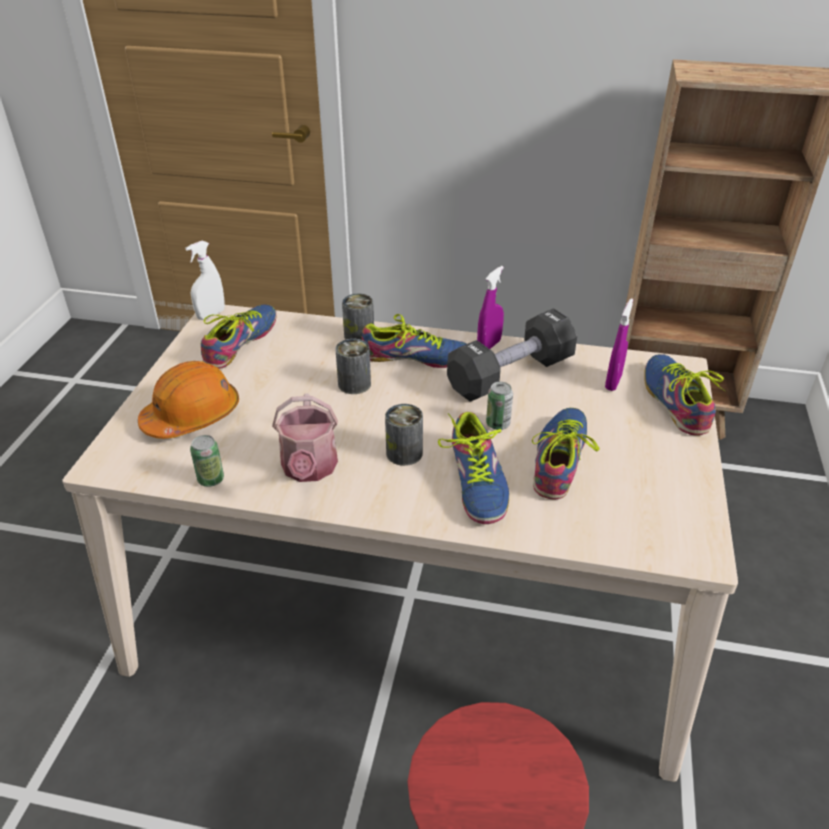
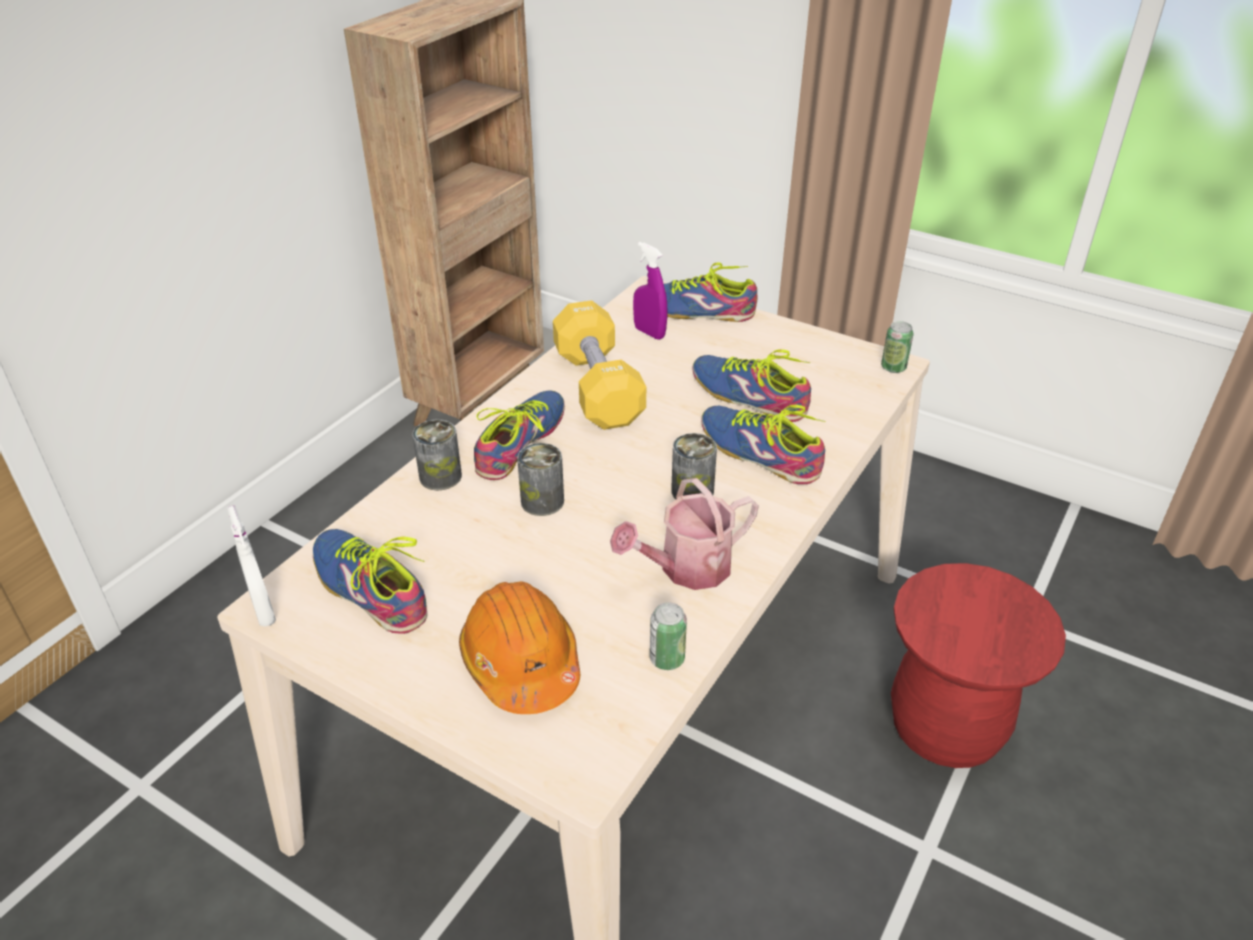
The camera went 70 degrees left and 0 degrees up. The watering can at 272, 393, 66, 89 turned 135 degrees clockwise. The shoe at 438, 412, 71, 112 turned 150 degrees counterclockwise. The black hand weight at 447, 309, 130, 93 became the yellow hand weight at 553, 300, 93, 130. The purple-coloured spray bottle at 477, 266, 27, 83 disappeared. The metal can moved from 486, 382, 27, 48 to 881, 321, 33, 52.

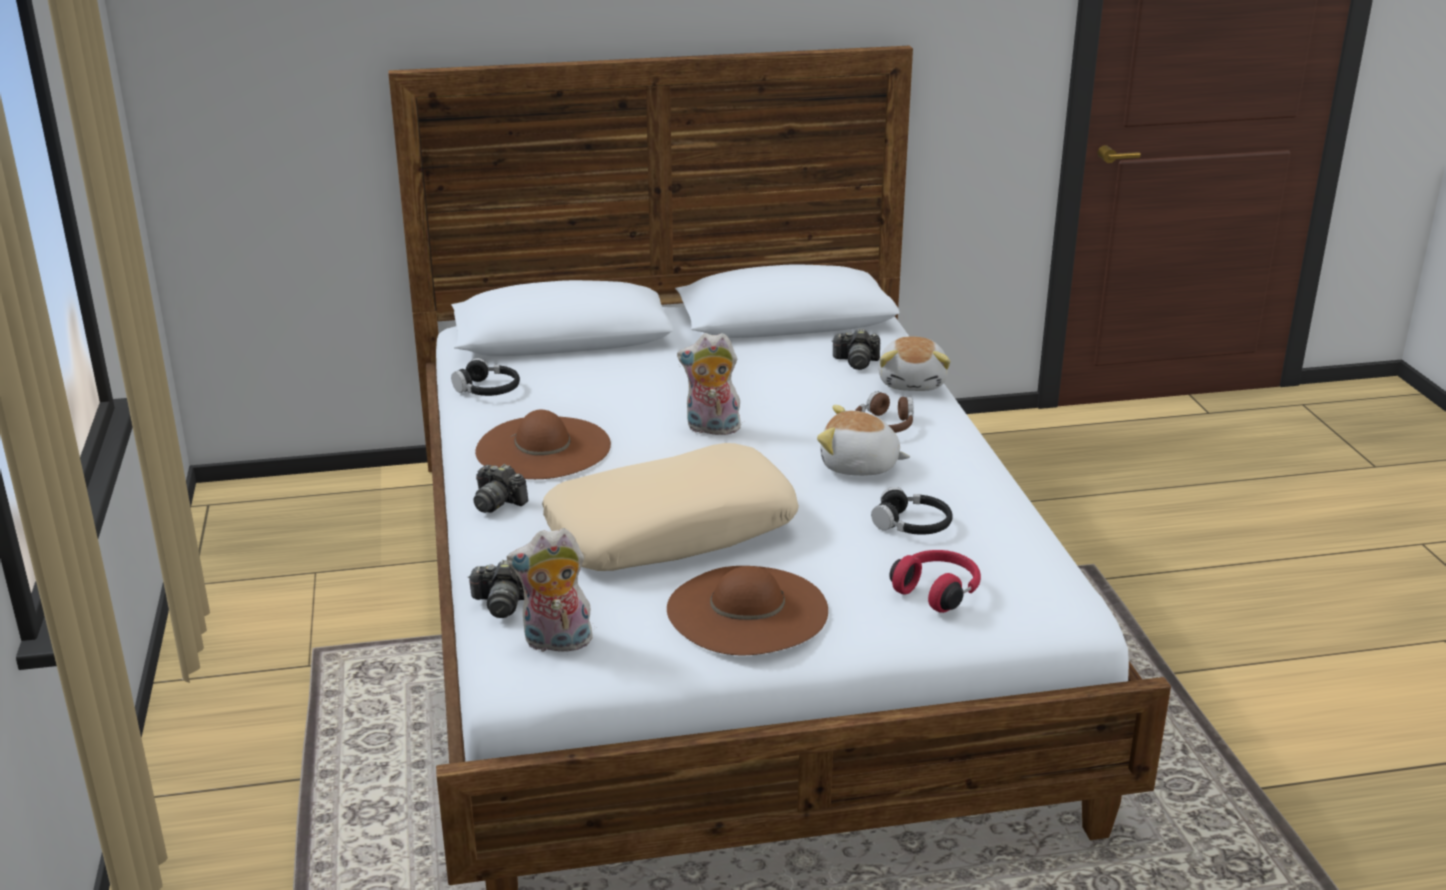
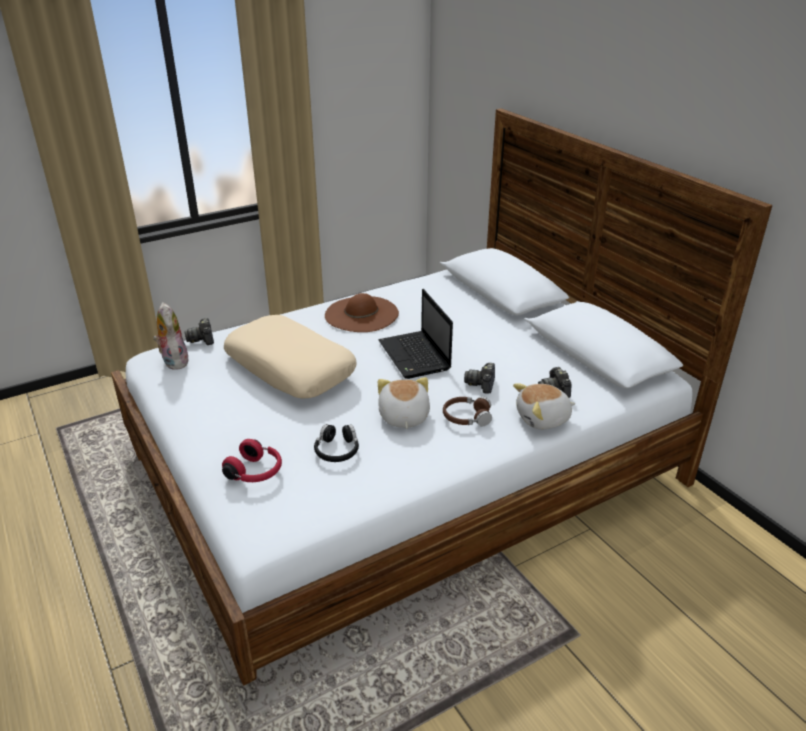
The camera went 70 degrees right and 5 degrees up. The black headphones at 451, 358, 69, 38 disappeared. The photo camera moved from 474, 464, 54, 49 to 464, 363, 31, 31. The brown-coloured hat at 667, 566, 161, 89 disappeared. The cuddly toy at 677, 333, 64, 102 was replaced by the notebook computer at 378, 289, 75, 90.

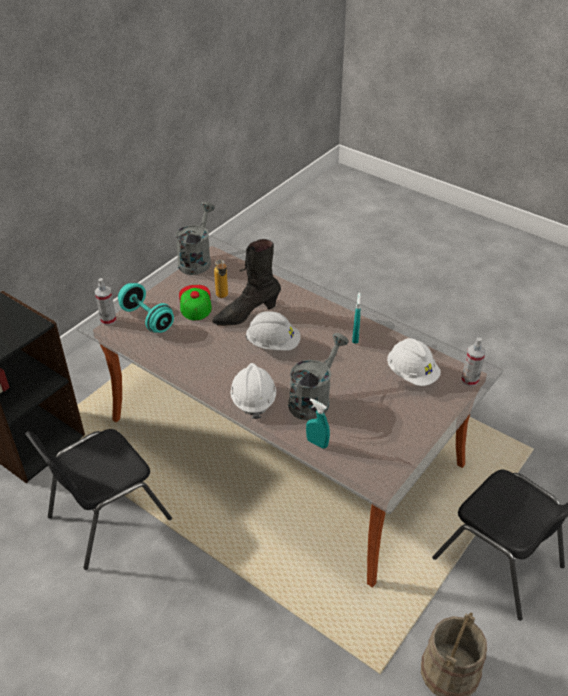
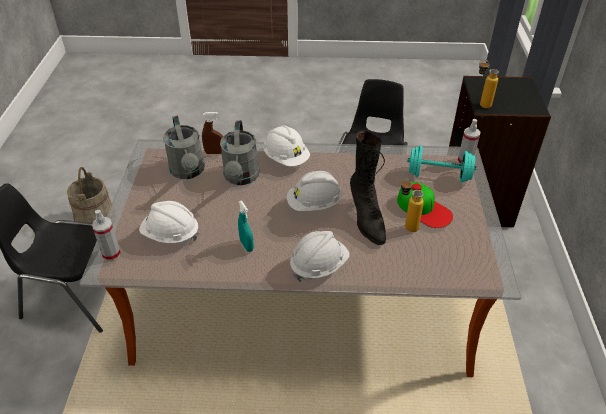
The camera went 145 degrees right and 0 degrees up. The greyish watering can moved from 176, 202, 39, 73 to 163, 116, 42, 63. The black boot at 212, 239, 69, 87 turned 135 degrees clockwise. The turquoise-coloured spray bottle at 306, 399, 24, 50 became the brown-coloured spray bottle at 202, 112, 21, 42. The white work helmet at 290, 231, 60, 51 appeared. The bottle at 479, 59, 20, 49 appeared.

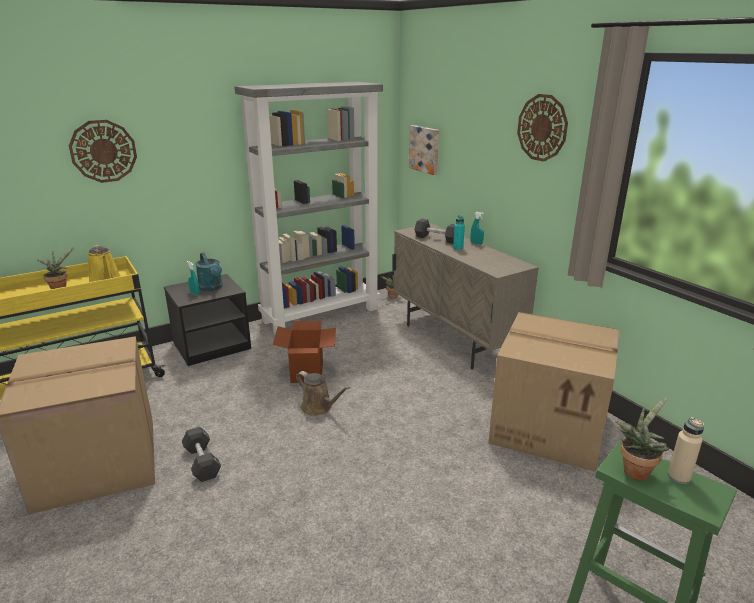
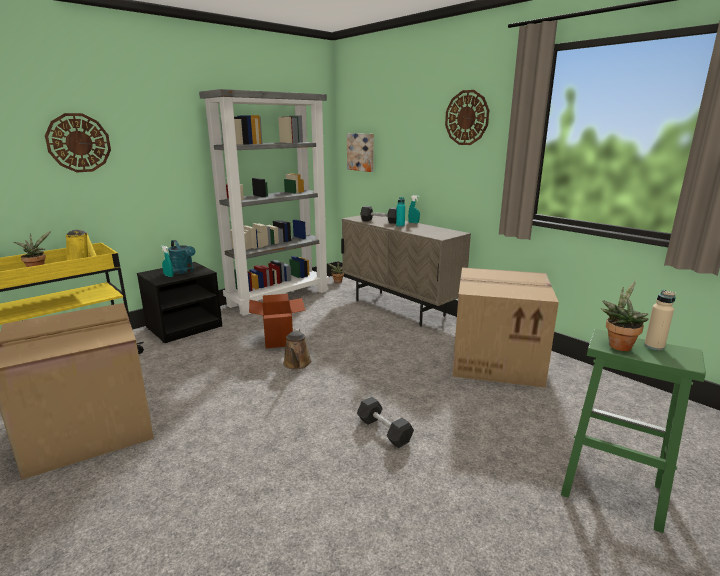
The camera went 10 degrees left and 5 degrees down. The black hand weight moved from 182, 427, 39, 55 to 357, 397, 57, 51. The brown-coloured watering can at 296, 371, 54, 45 turned 60 degrees clockwise.

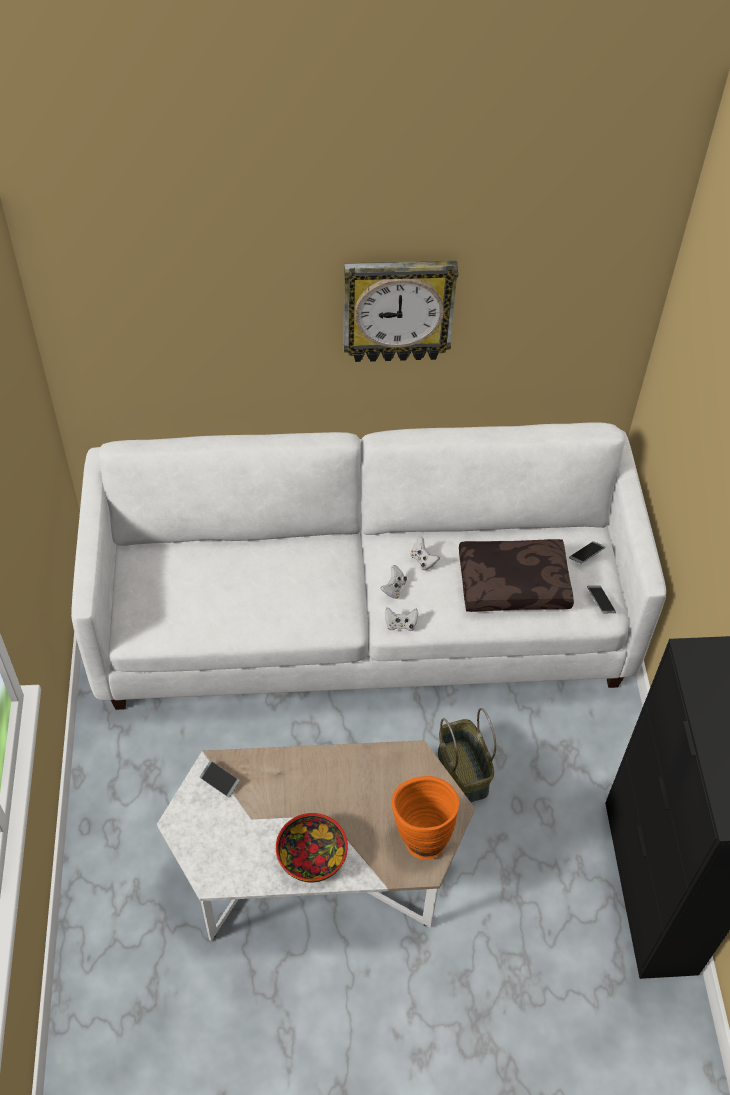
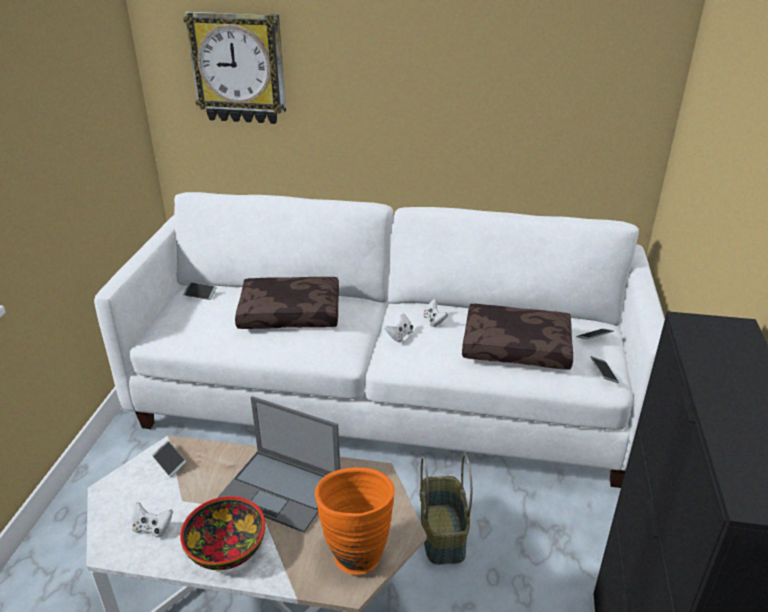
The camera went 15 degrees right and 20 degrees down. The hanging clock moved from 344, 260, 114, 102 to 183, 11, 103, 113. The white gamepad moved from 385, 608, 33, 23 to 131, 502, 42, 36. The telephone at 183, 282, 34, 18 appeared. The notebook computer at 218, 396, 122, 137 appeared. The brown-coloured pillow at 235, 277, 104, 52 appeared.

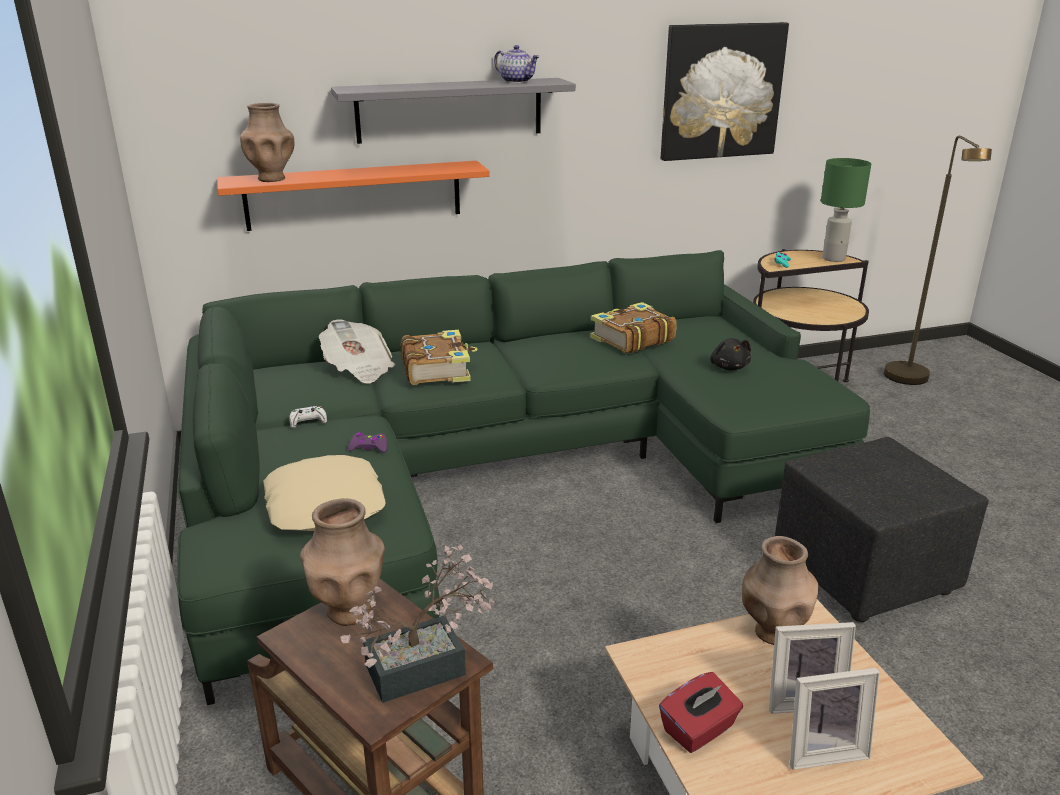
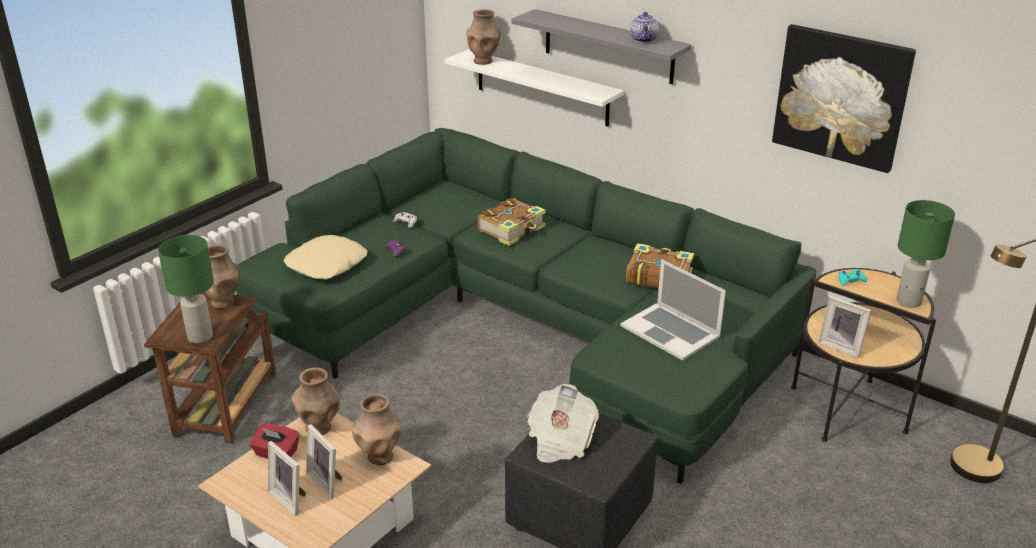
The camera went 55 degrees right and 5 degrees up. The orangey wall shelf at 217, 161, 273, 70 became the white wall shelf at 445, 50, 179, 76. The daily paper moved from 319, 319, 76, 65 to 527, 384, 72, 79. The plant in a pot at 340, 545, 154, 158 was replaced by the greenish lamp for a table at 158, 235, 56, 108. The black cuddly toy at 710, 338, 41, 32 was replaced by the notebook computer at 620, 259, 106, 102. The brown-coloured vase at 292, 367, 48, 68 appeared. The picture frame at 818, 296, 54, 62 appeared.

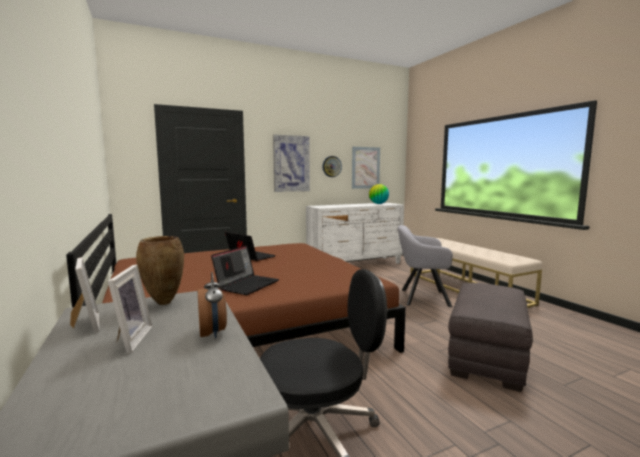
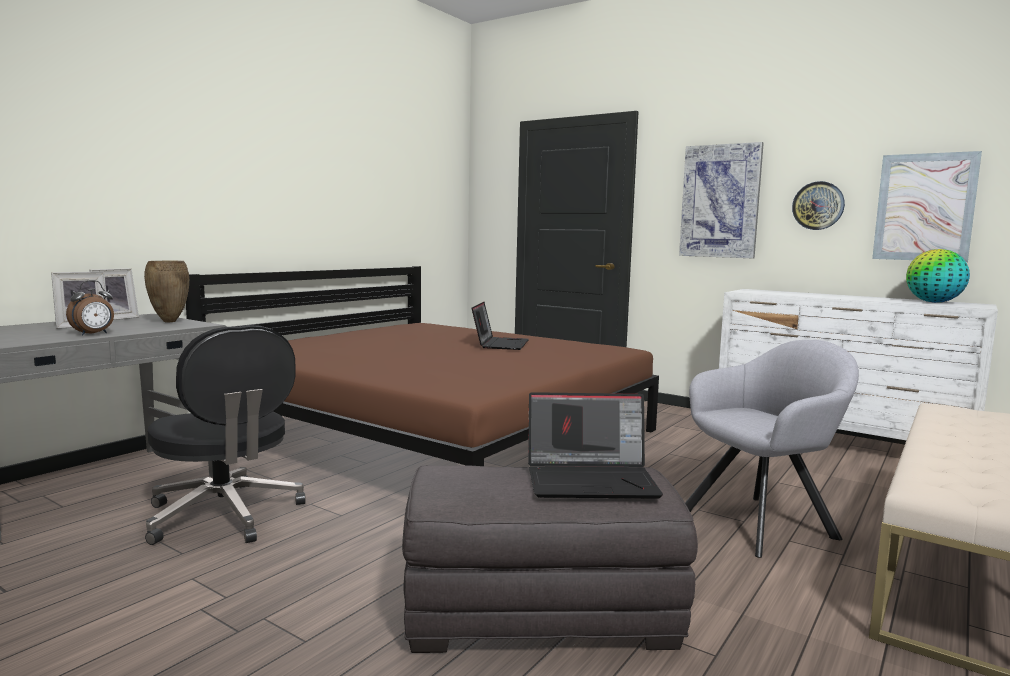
The camera went 60 degrees right and 0 degrees up. The notebook computer moved from 211, 245, 68, 50 to 528, 392, 135, 106. The greyish armchair at 398, 225, 55, 82 turned 90 degrees clockwise.

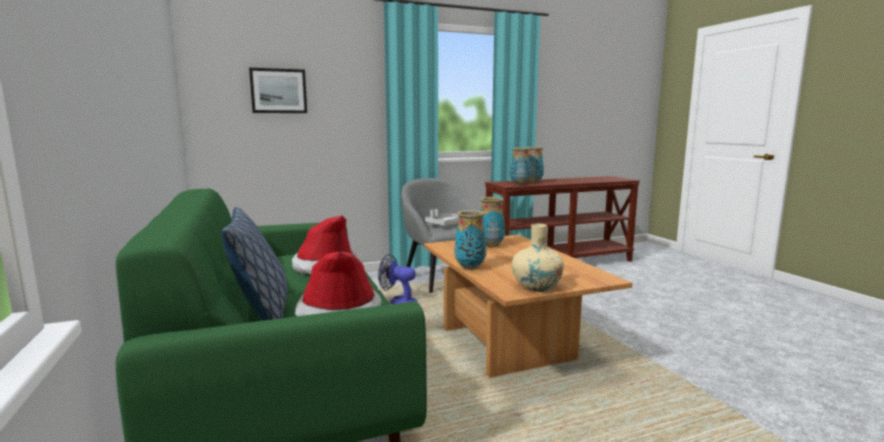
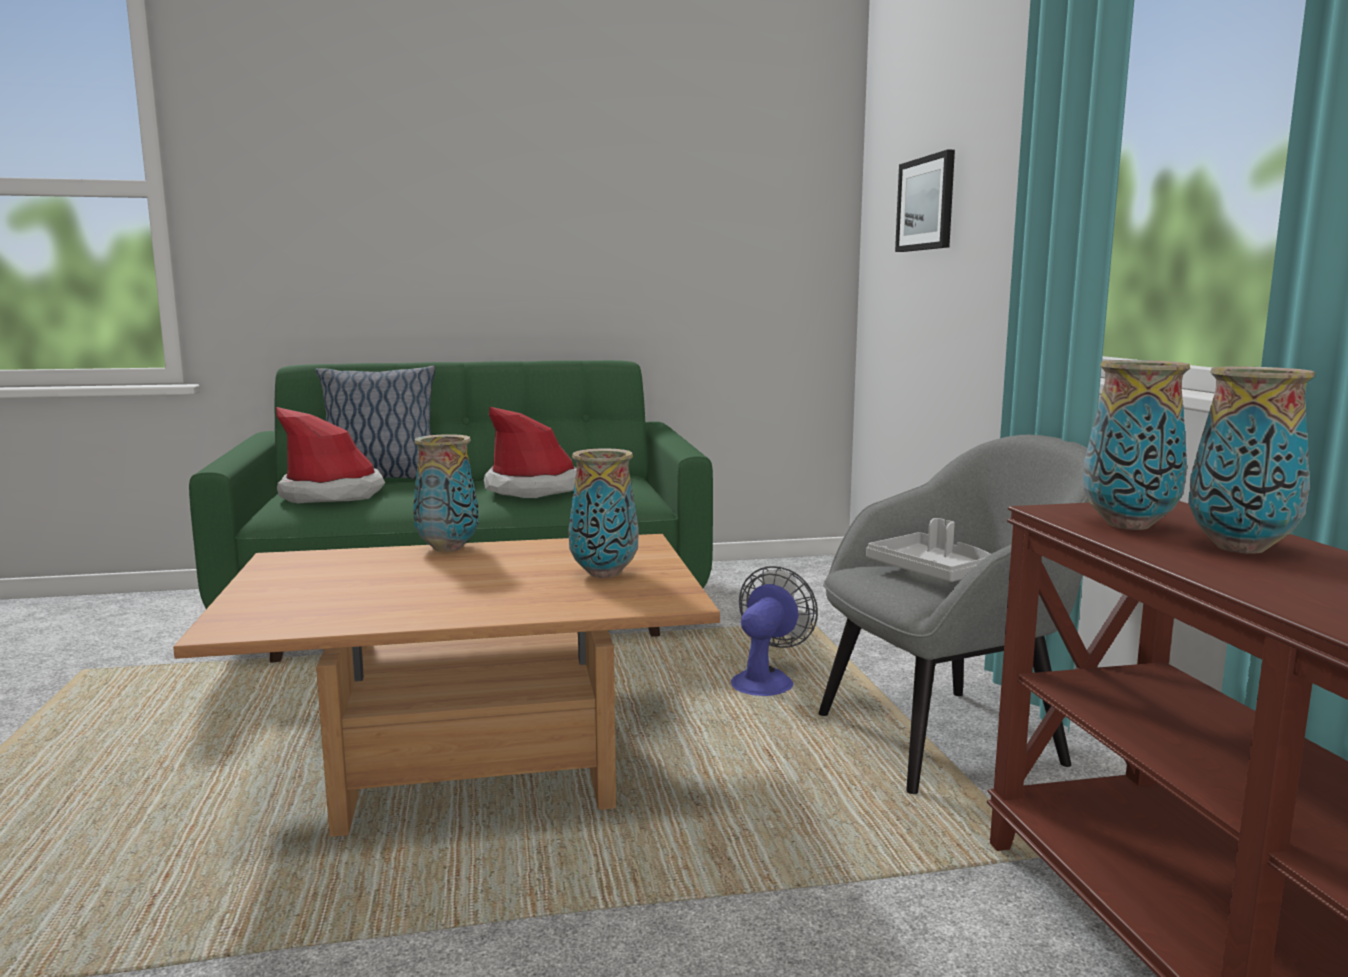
The camera went 100 degrees right and 0 degrees up. The sand-coloured vase at 512, 224, 52, 68 disappeared.

